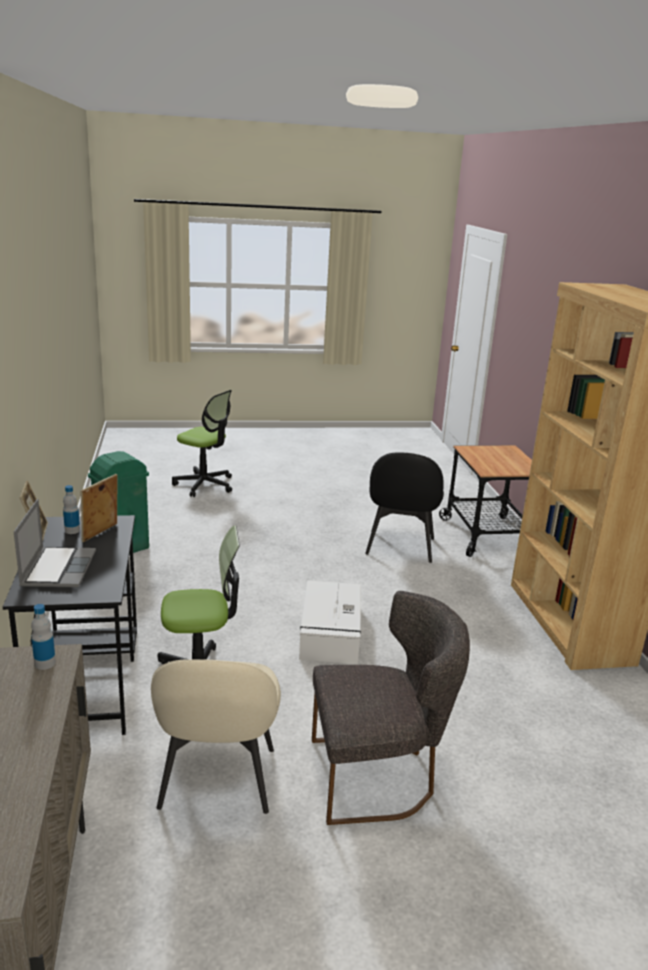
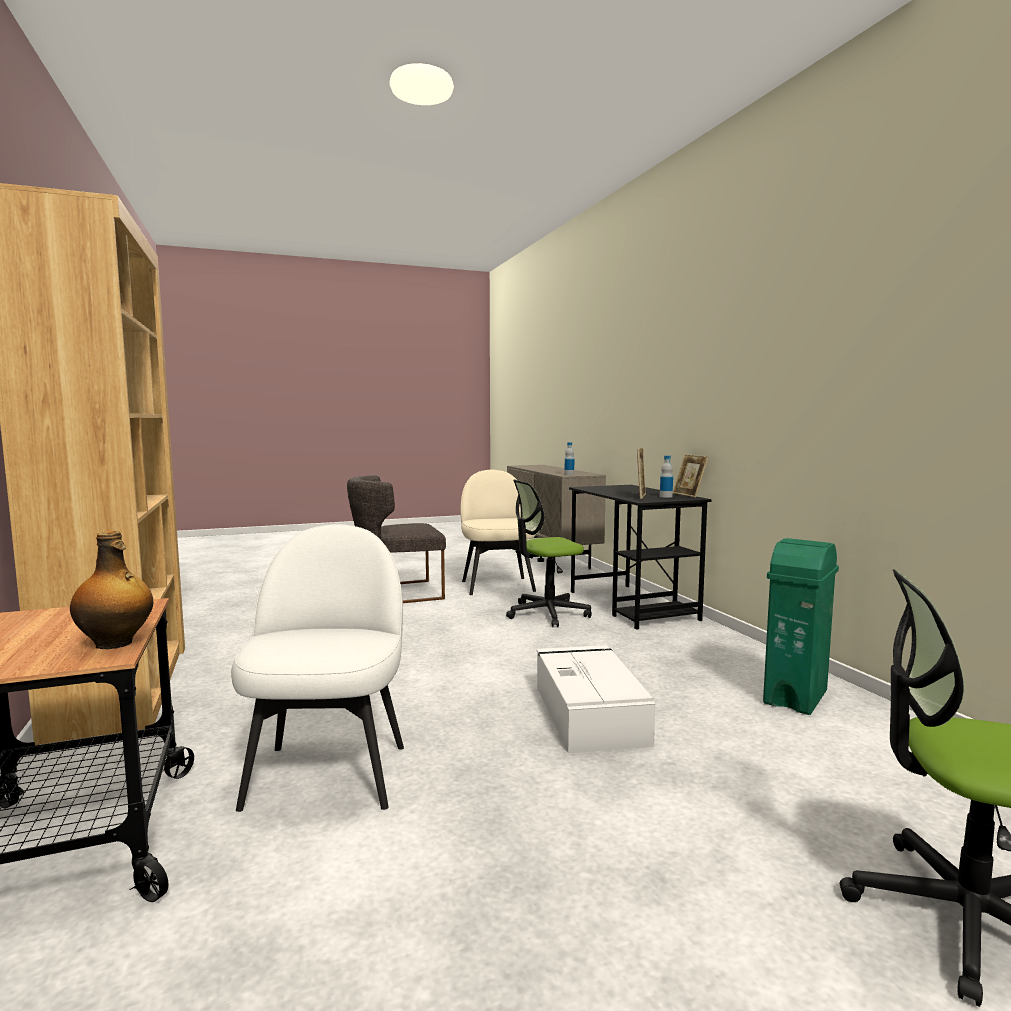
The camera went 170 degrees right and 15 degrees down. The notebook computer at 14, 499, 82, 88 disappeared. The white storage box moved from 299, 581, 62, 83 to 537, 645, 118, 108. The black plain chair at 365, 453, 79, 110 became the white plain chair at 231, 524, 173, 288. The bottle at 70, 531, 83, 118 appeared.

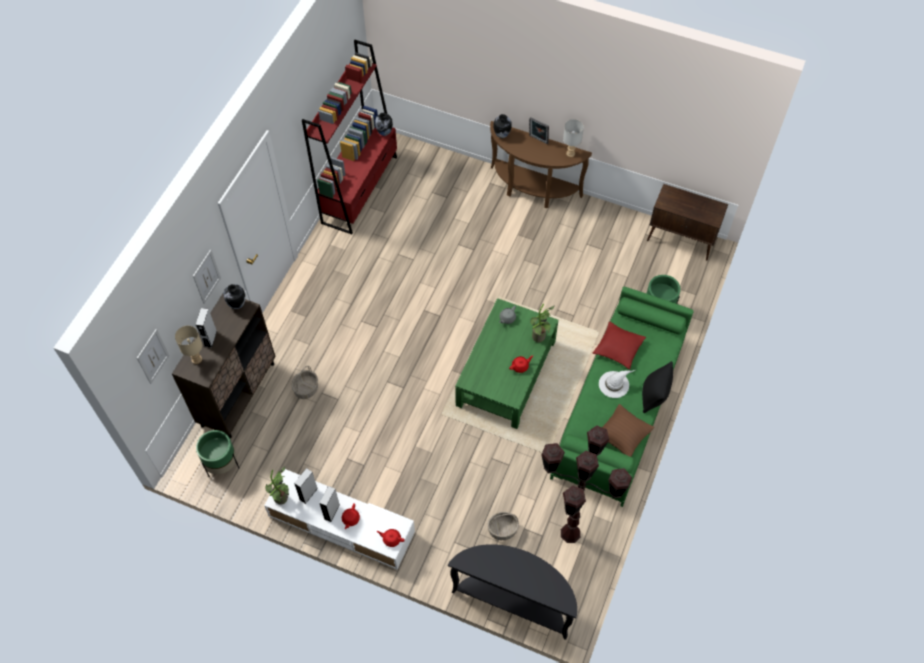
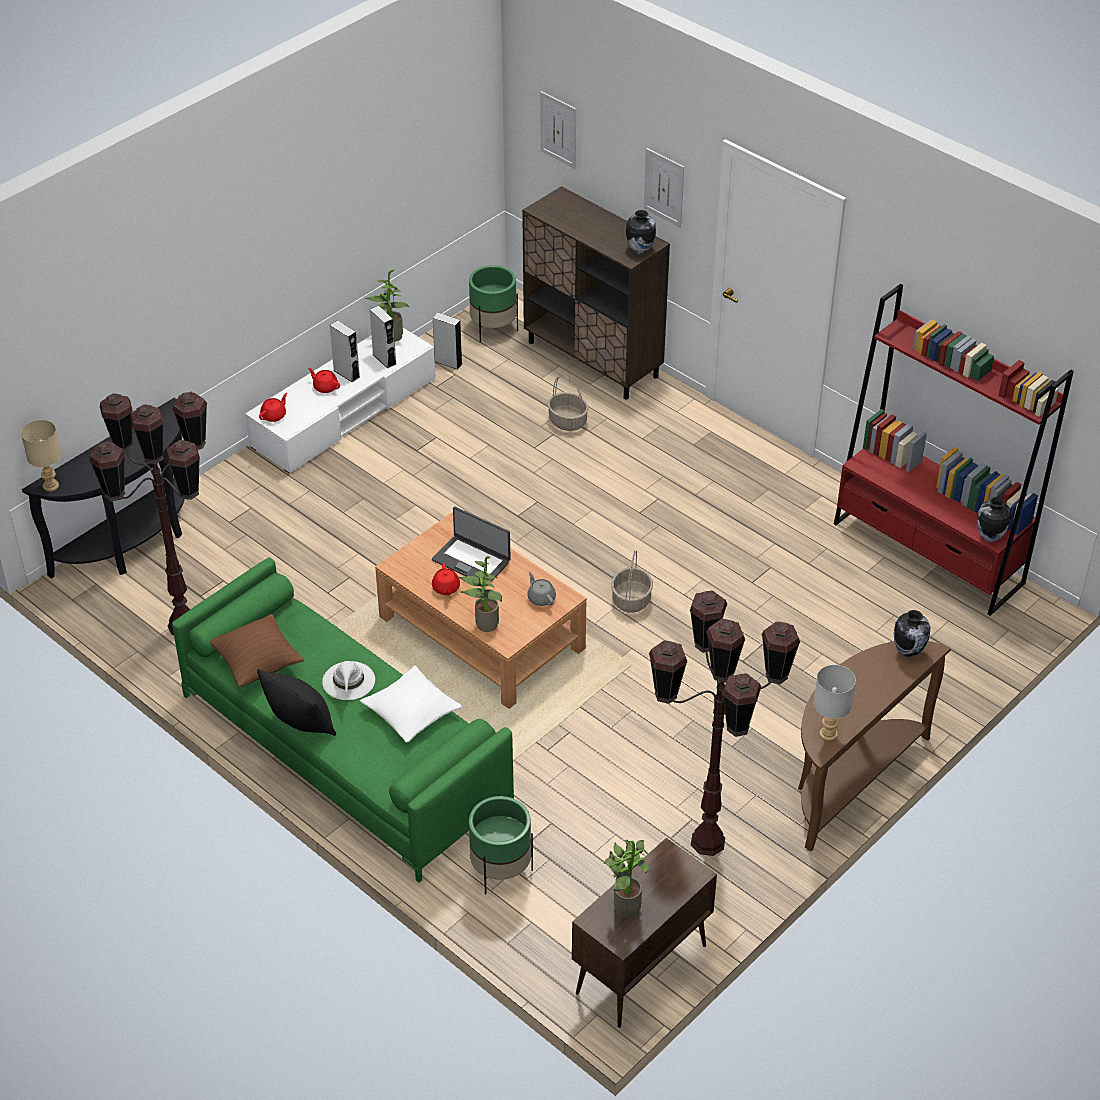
The camera went 110 degrees right and 15 degrees down. The sand-coloured lamp for a table moved from 175, 326, 27, 38 to 21, 420, 40, 72. The greyish audio speaker moved from 196, 308, 21, 40 to 433, 313, 29, 57. The greenish lounge table at 455, 298, 104, 131 became the brown-coloured lounge table at 375, 512, 212, 197. The storage basket moved from 488, 512, 31, 28 to 611, 550, 42, 63. The picture frame at 529, 117, 20, 27 disappeared. The red pillow at 593, 321, 53, 48 became the white pillow at 360, 666, 103, 77. The notebook computer at 432, 506, 79, 80 appeared. The plant in a pot at 604, 840, 45, 78 appeared. The brown-coloured standard lamp at 649, 590, 151, 266 appeared.

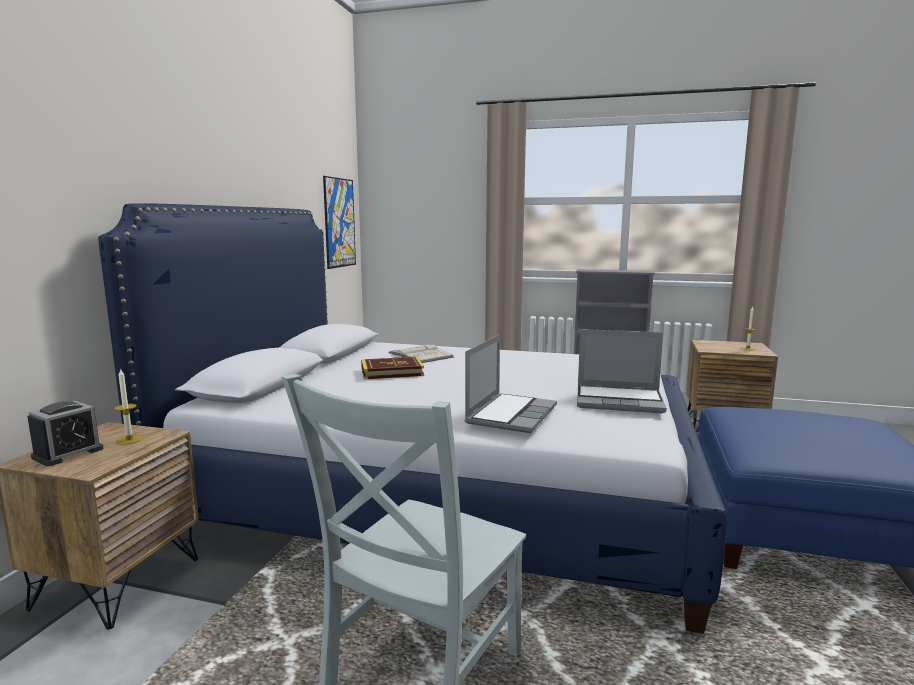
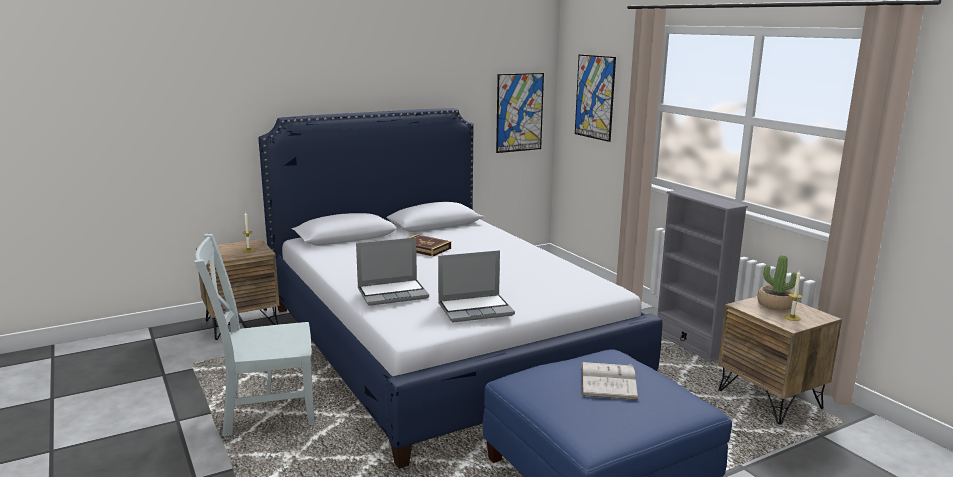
The camera went 45 degrees right and 5 degrees up. The table clock at 27, 401, 76, 65 disappeared. The white volume moved from 388, 343, 66, 20 to 582, 362, 57, 38. The notebook computer at 577, 329, 90, 84 turned 75 degrees counterclockwise. The wall picture at 575, 54, 41, 88 appeared. The plant in a pot at 757, 255, 40, 55 appeared.

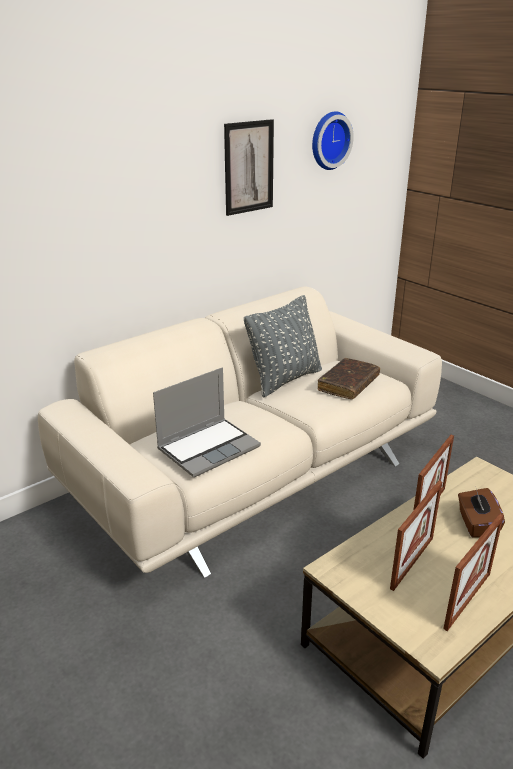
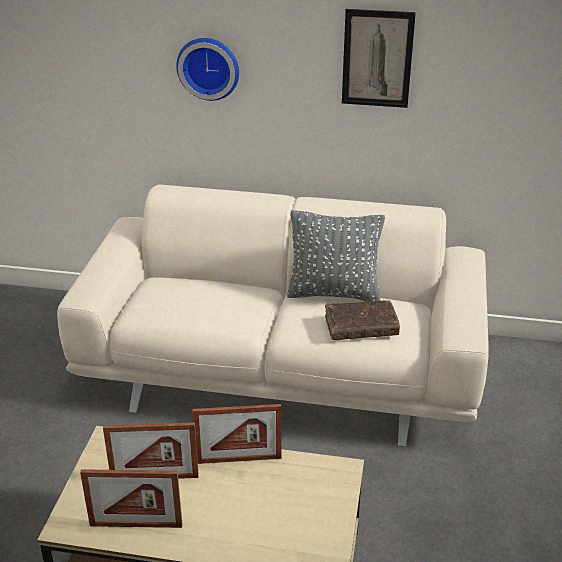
The camera went 50 degrees right and 5 degrees up. The notebook computer at 153, 367, 108, 110 disappeared. The hanging clock moved from 312, 111, 42, 59 to 176, 38, 63, 63. The brown-coloured box of tissues at 458, 486, 47, 52 disappeared.

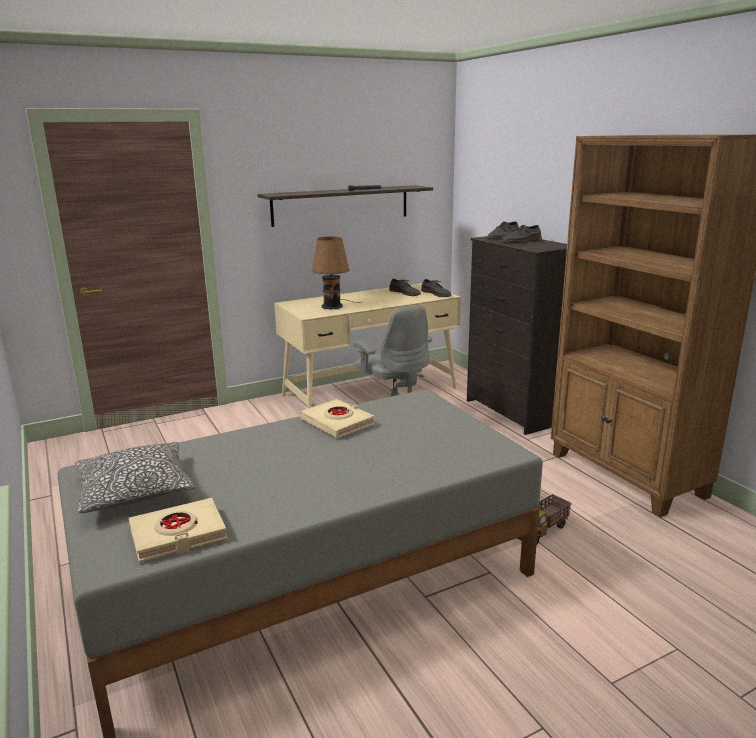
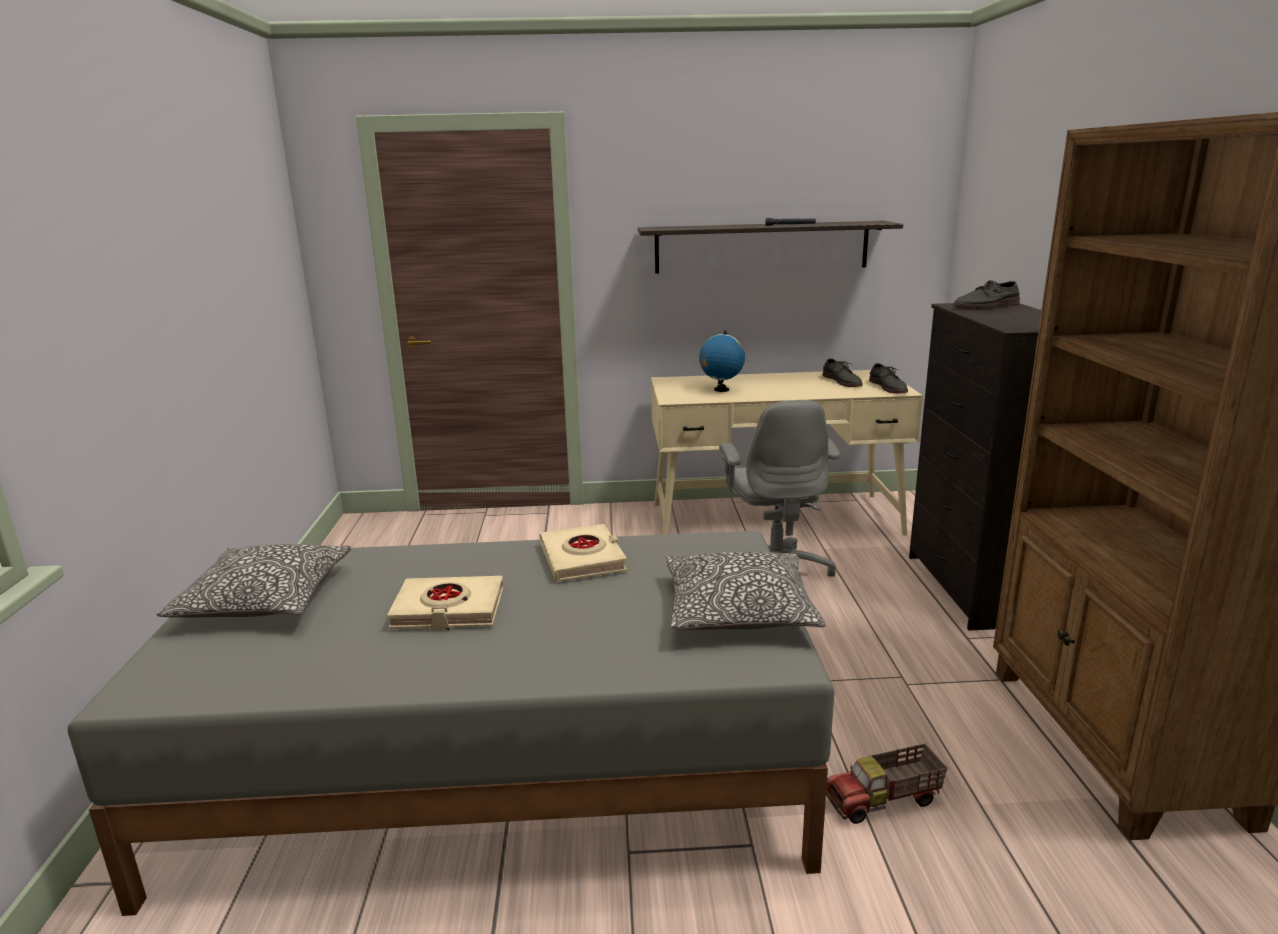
The camera went 25 degrees right and 0 degrees up. The sand-coloured volume moved from 129, 498, 98, 64 to 387, 576, 117, 55. The brown-coloured lamp for a table at 312, 236, 49, 73 was replaced by the desk globe at 699, 331, 46, 61. The greyish shoe at 501, 225, 41, 18 disappeared. The pillow at 666, 551, 160, 79 appeared.

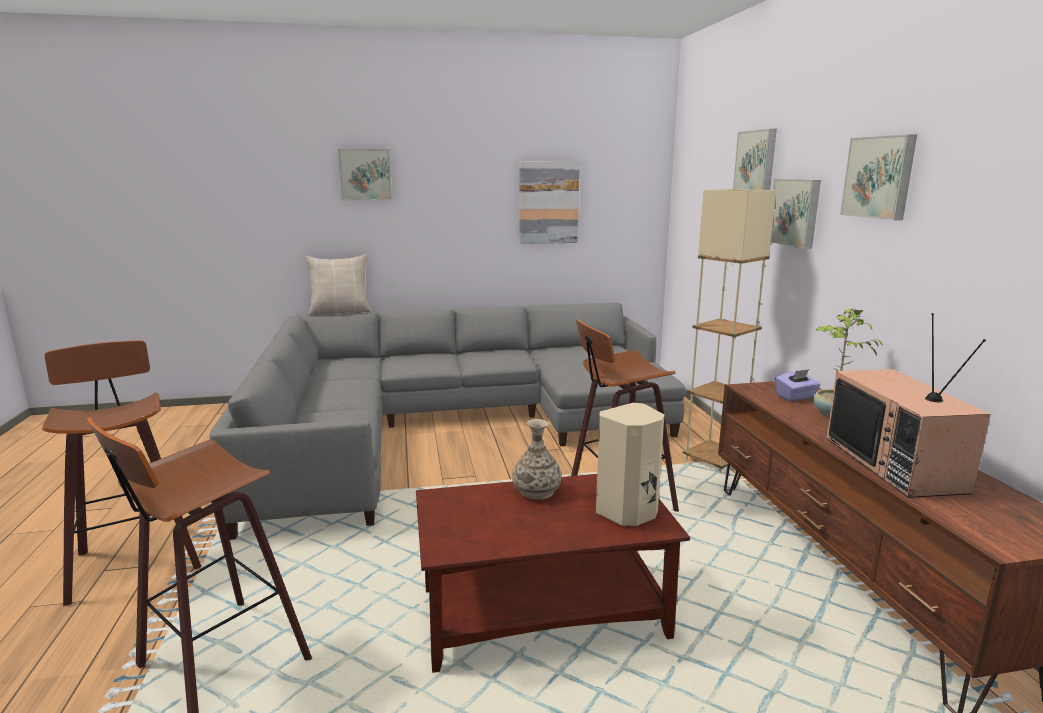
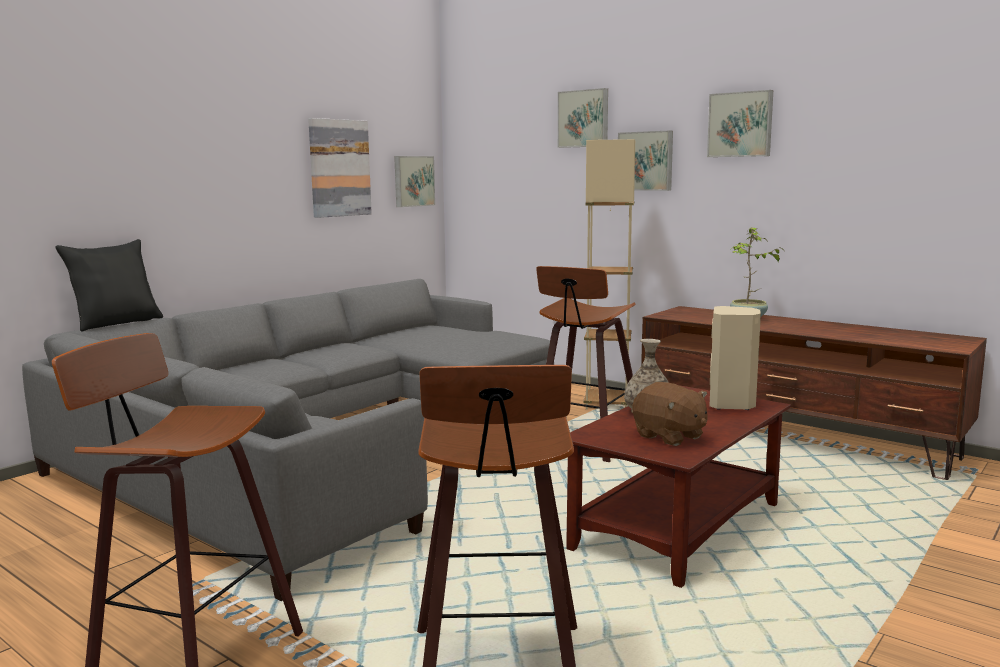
The camera went 40 degrees left and 5 degrees down. The sand-coloured pillow at 305, 254, 66, 61 became the black pillow at 55, 239, 108, 93. The wall picture moved from 338, 149, 54, 51 to 394, 156, 41, 51. The purple-coloured box of tissues at 775, 369, 46, 33 disappeared. The TV set at 827, 313, 164, 185 disappeared. The brown-coloured cuddly toy at 632, 382, 75, 64 appeared.

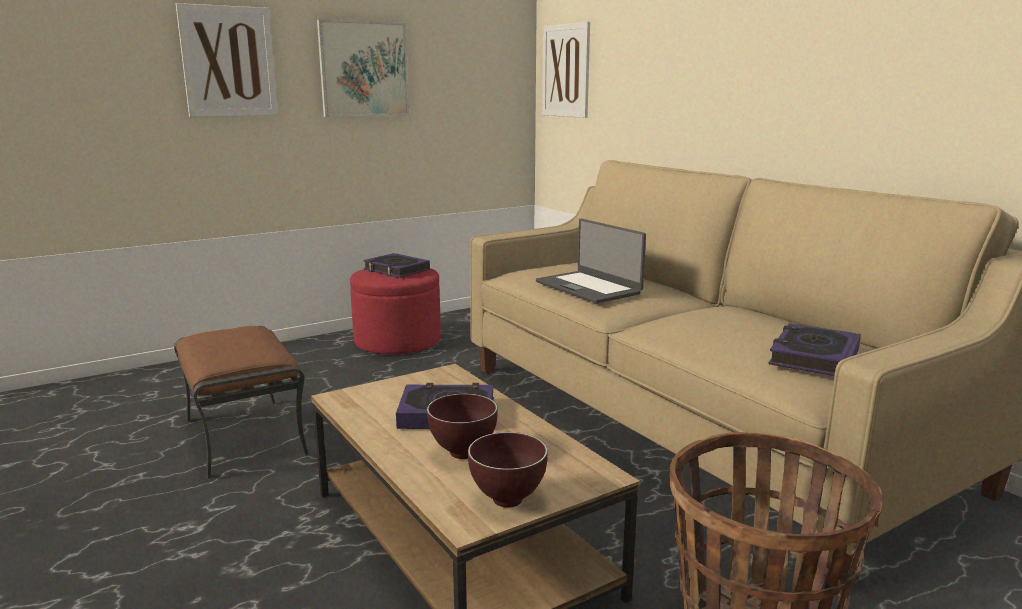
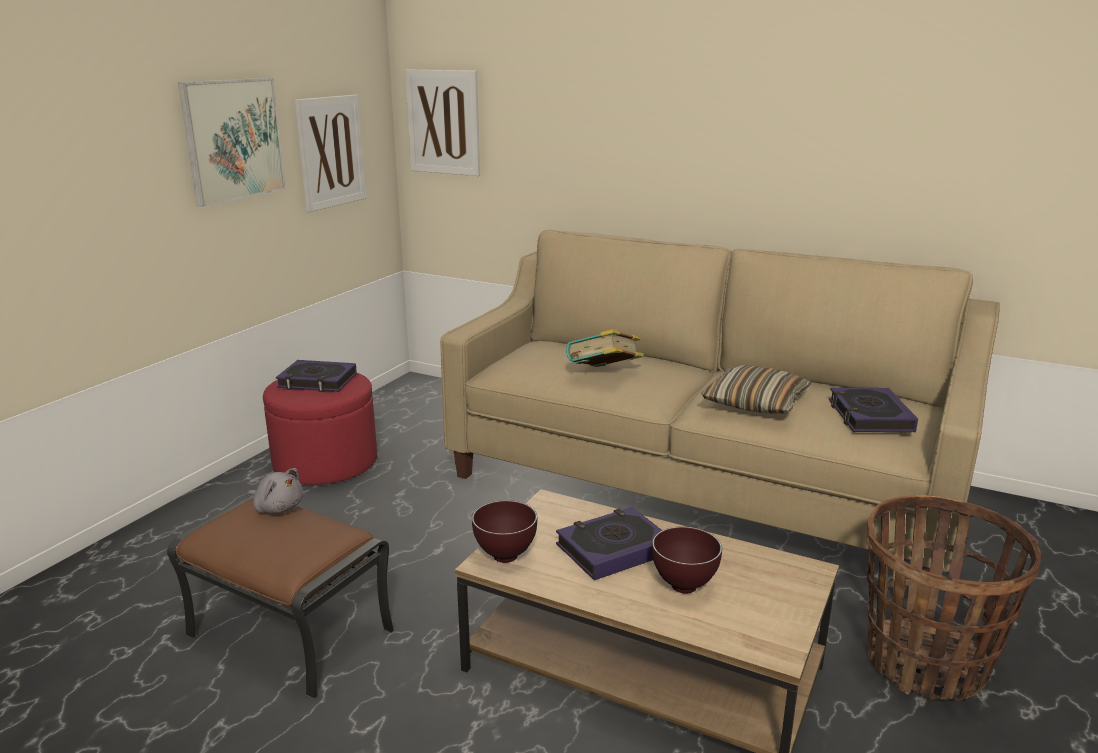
The camera went 30 degrees left and 5 degrees up. The wall picture moved from 176, 3, 102, 114 to 295, 95, 71, 117. The brown-coloured deep dish moved from 468, 432, 80, 76 to 472, 500, 65, 63. The notebook computer at 536, 219, 110, 84 was replaced by the volume at 566, 329, 78, 38. The greyish cuddly toy at 247, 468, 56, 46 appeared. The pillow at 701, 365, 110, 49 appeared.

